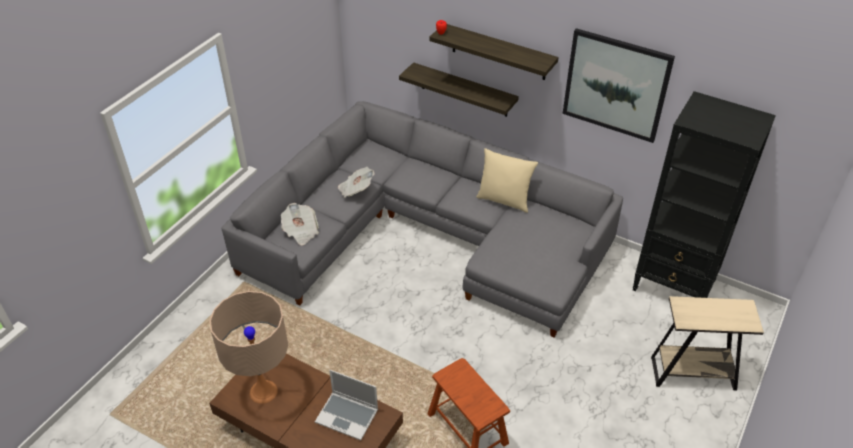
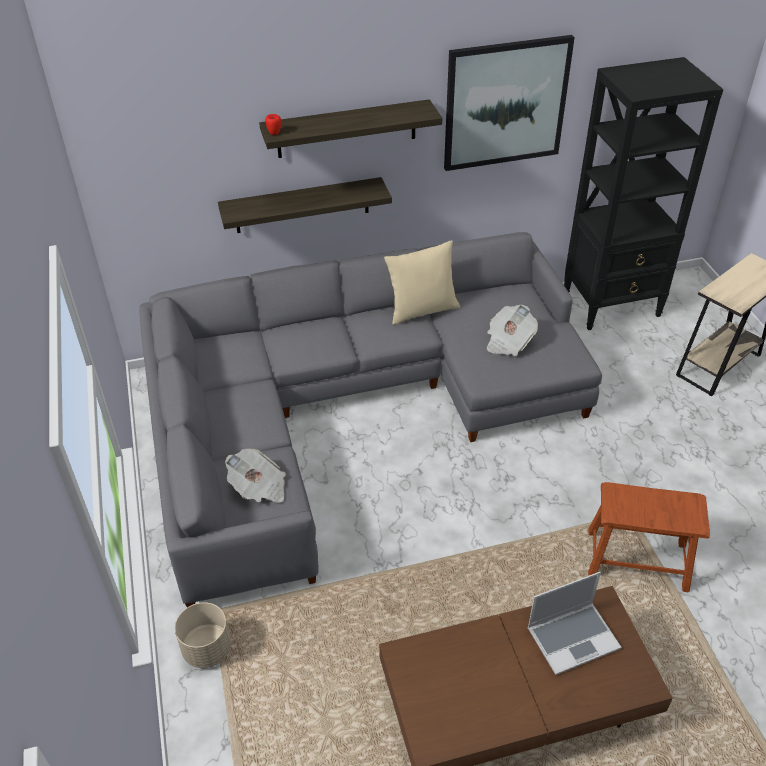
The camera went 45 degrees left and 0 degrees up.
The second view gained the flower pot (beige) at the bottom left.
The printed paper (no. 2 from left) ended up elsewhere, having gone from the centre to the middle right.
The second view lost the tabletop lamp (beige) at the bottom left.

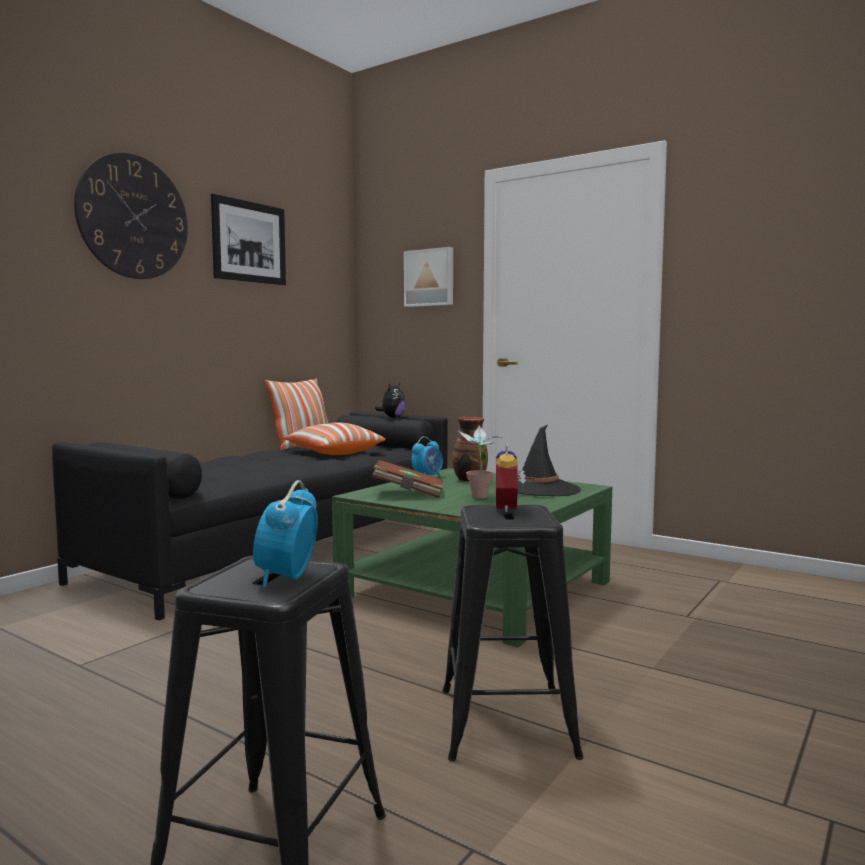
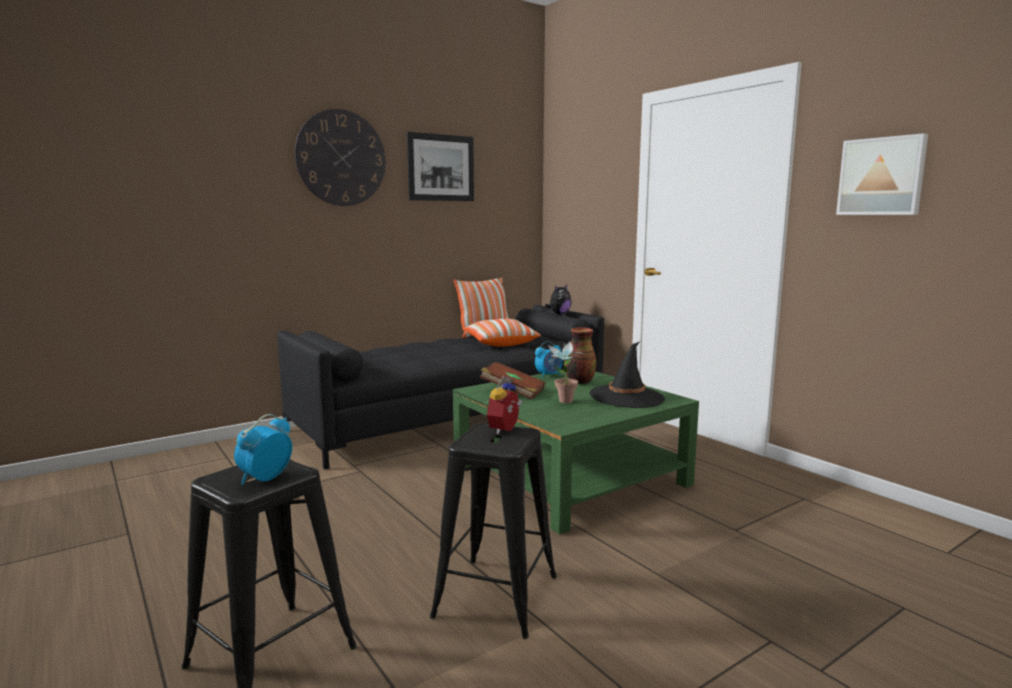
The camera went 20 degrees right and 5 degrees up.
The wall picture (no. 2 from left) ended up elsewhere, having gone from the top centre to the top right.

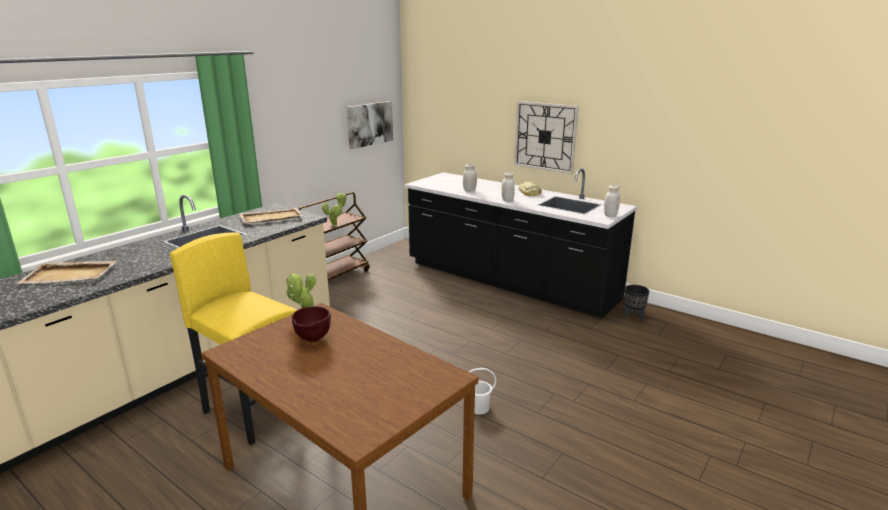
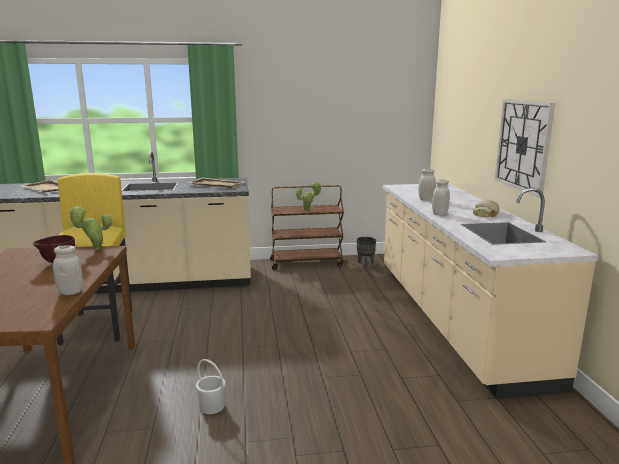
The camera went 45 degrees right and 5 degrees down.
The jar (white-coloured) (no. 3 from left in the first image) ended up elsewhere, having gone from the middle right to the middle left.
The flower pot (blackish) ended up elsewhere, having gone from the middle right to the centre.
What was the counter (blackish) at the centre turned into the counter (beige) (no. 2 from left) at the middle right.
The second view lost the wall picture at the top centre.

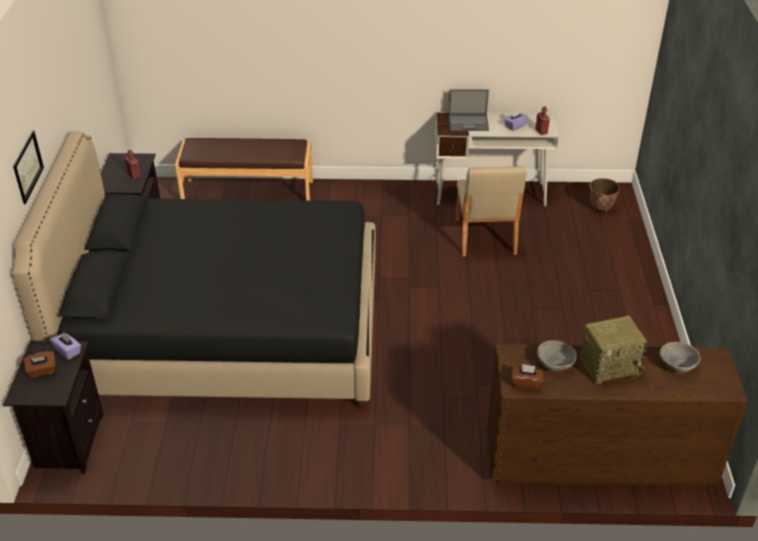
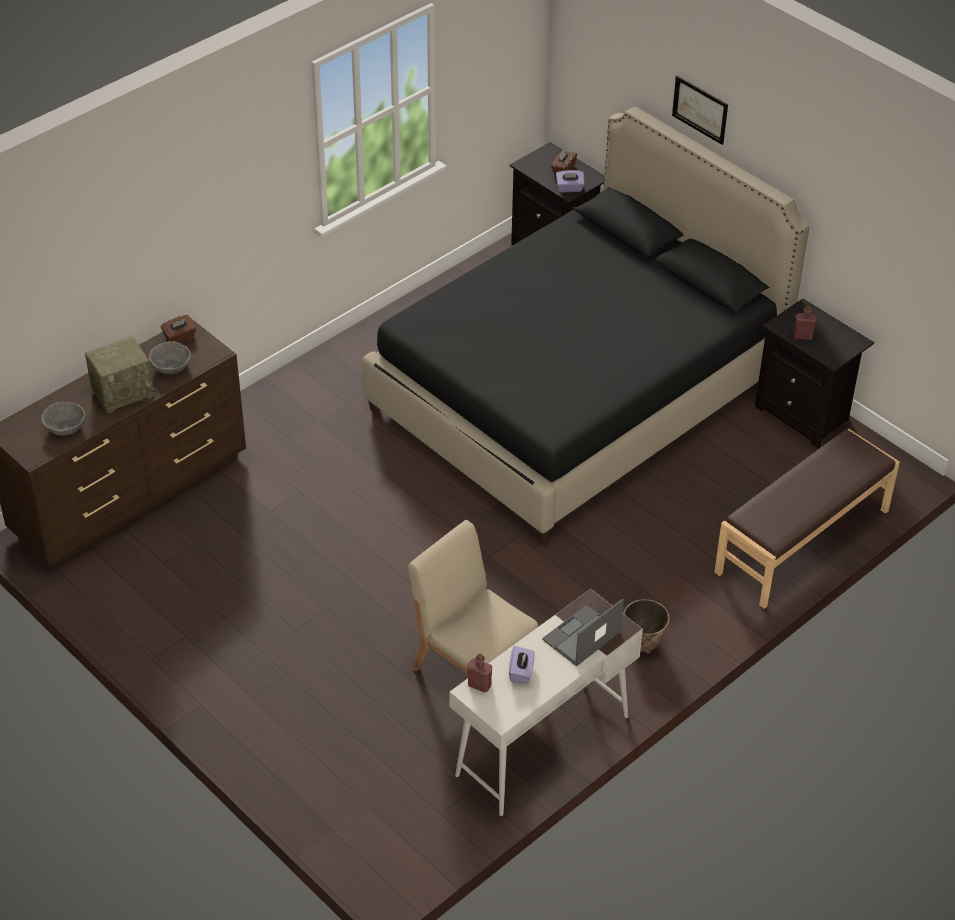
The camera went 135 degrees right and 5 degrees up.
The radio at the middle right ended up facing another way, 150 degrees counterclockwise from before.
The flower pot ended up elsewhere, having gone from the middle right to the bottom right.

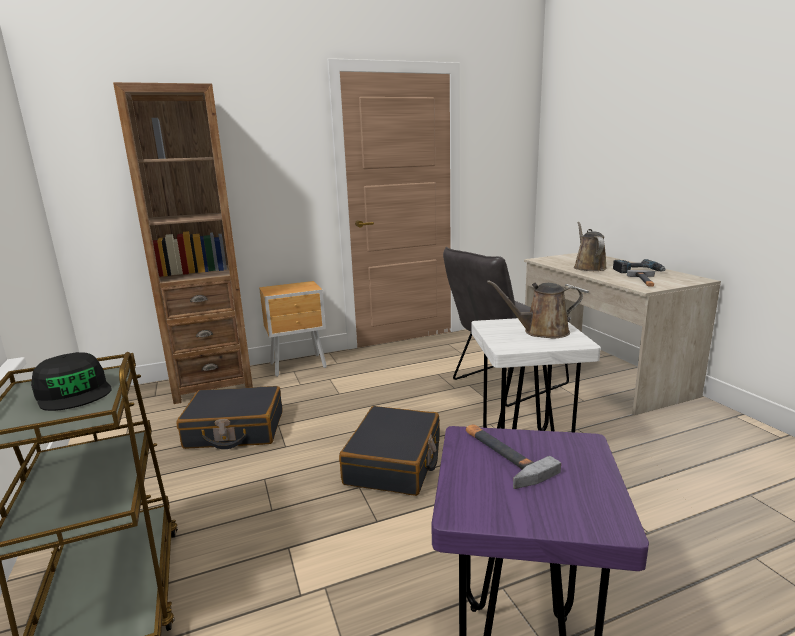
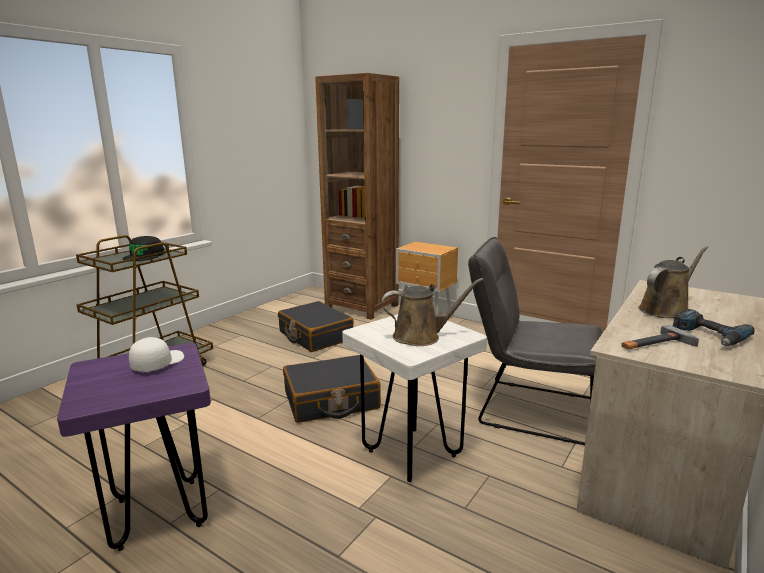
The camera went 55 degrees right and 0 degrees up.
Where the hammer (no. 1 from left) stood at the bottom centre, the baseball cap (white-coloured) came to stand at the middle left.
The sprinkling can (brown-coloured) (no. 1 from left) at the middle right ended up facing another way, 120 degrees clockwise from before.

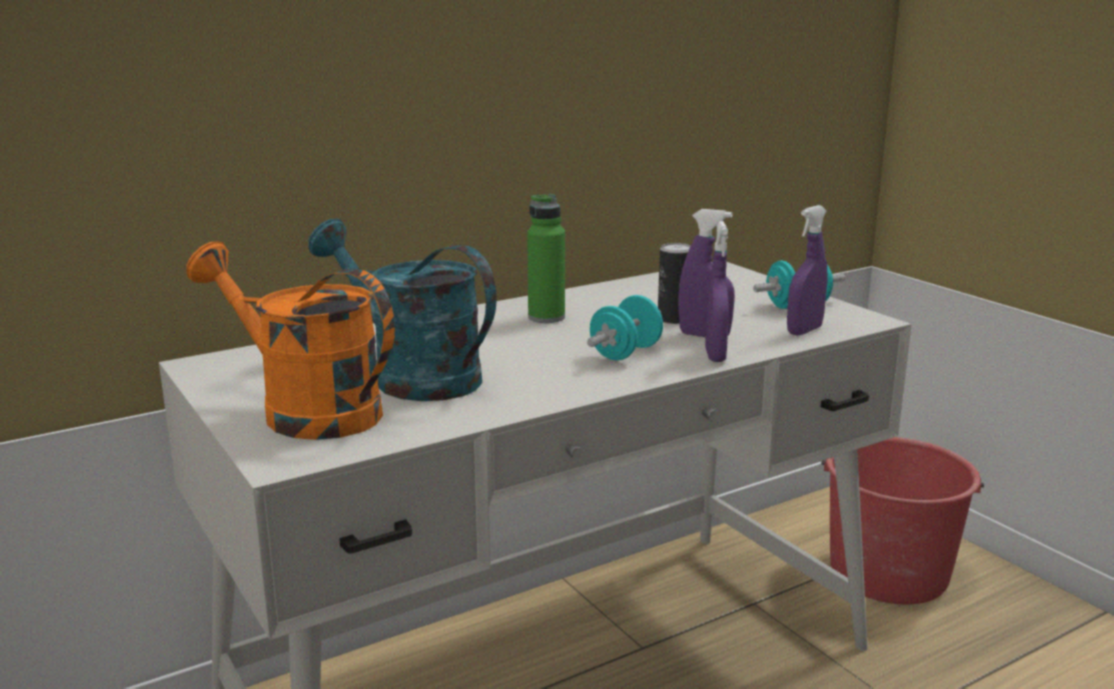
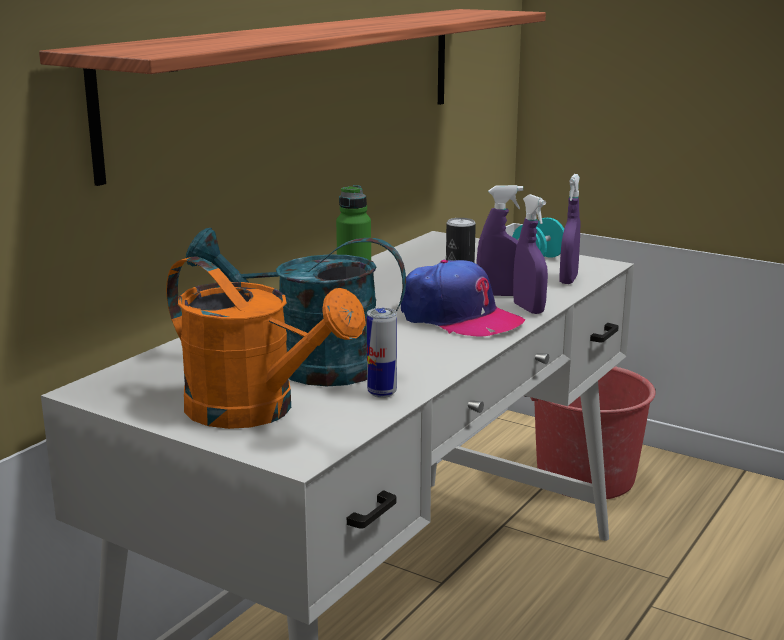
The camera went 25 degrees left and 0 degrees up.
The second view gained the bracket shelf at the top centre.
The sprinkling can (orange) at the middle left ended up facing another way, 150 degrees counterclockwise from before.
The second view gained the can (no. 1 from left) at the centre.
Where the dumbbell (blue-green) (no. 1 from left) stood at the centre, the baseball cap came to stand at the centre.

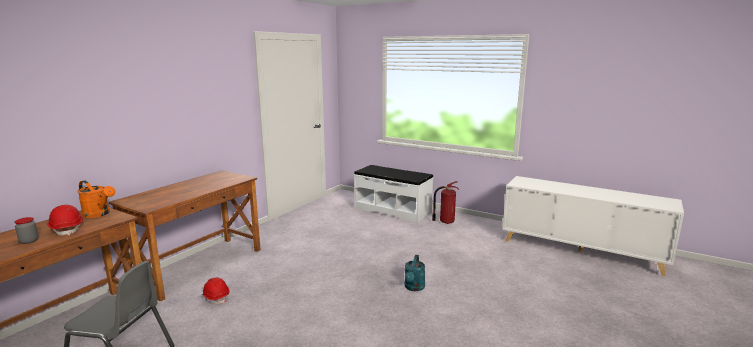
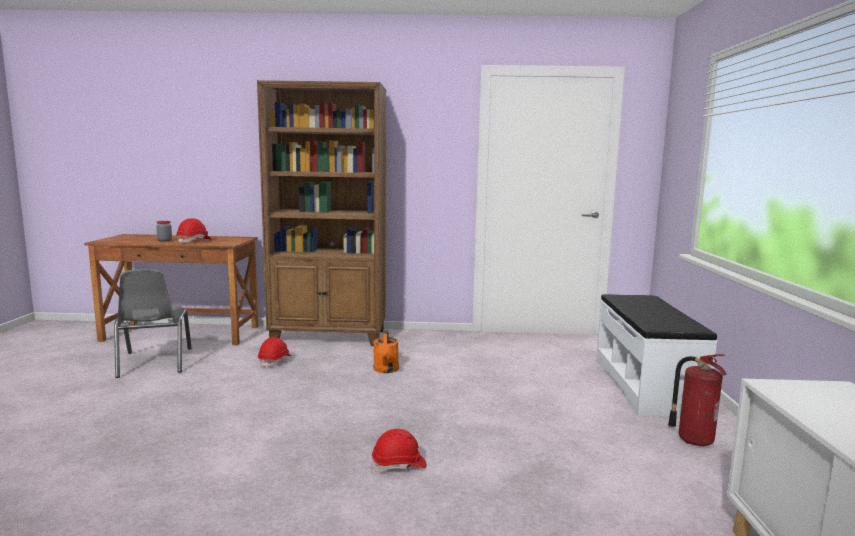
The camera went 60 degrees right and 5 degrees down.
Where the desk (brown-coloured) (no. 2 from left) stood at the bottom left, the bookshelf (brown-coloured) came to stand at the centre.
Where the sprinkling can (blue-green) stood at the bottom centre, the hard hat (red) (no. 3 from left) came to stand at the bottom centre.
The sprinkling can (orange) ended up elsewhere, having gone from the middle left to the centre.

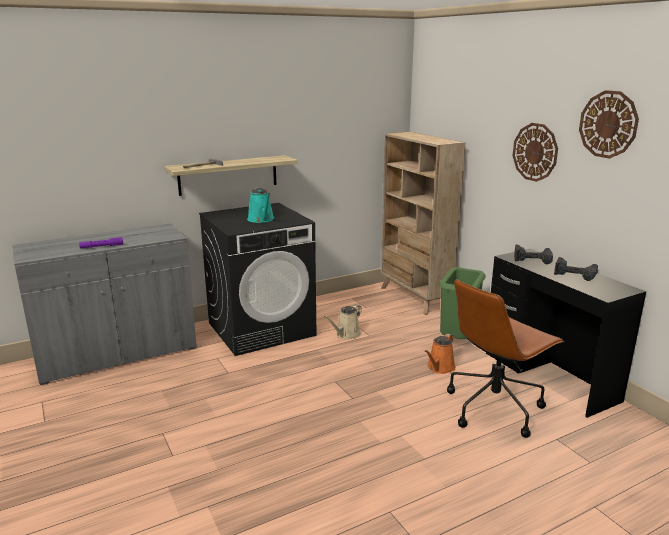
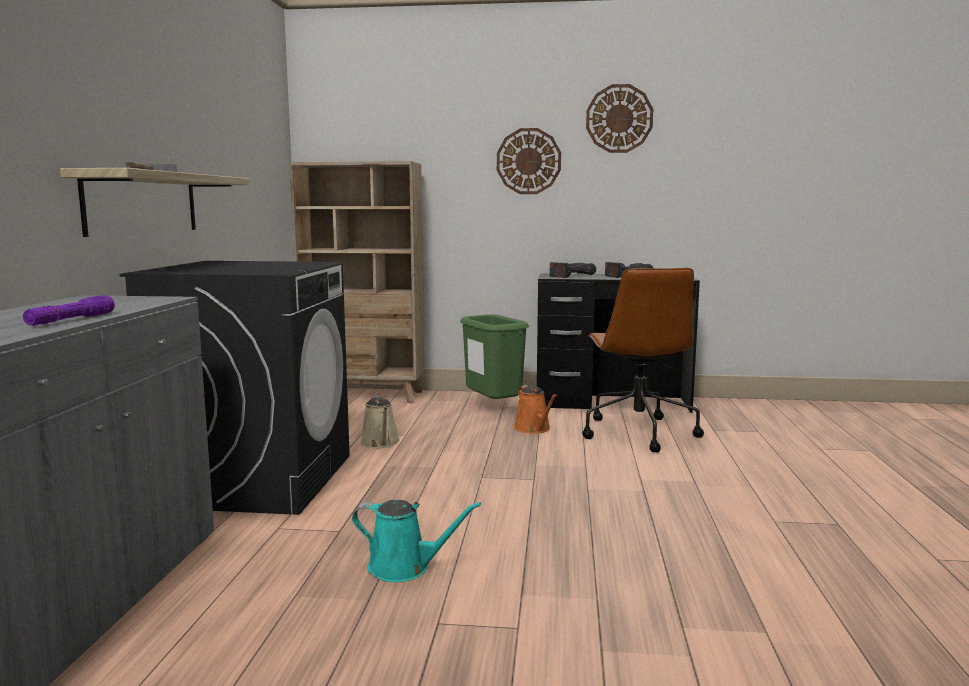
The camera went 55 degrees left and 10 degrees down.
The sprinkling can (blue-green) ended up elsewhere, having gone from the centre to the bottom centre.

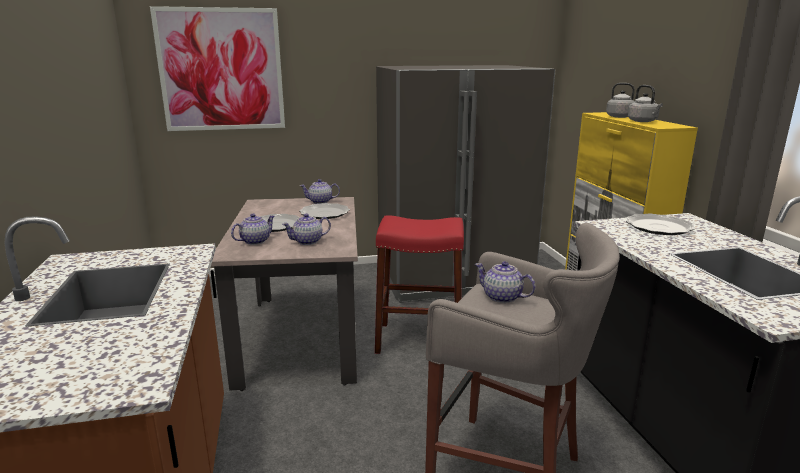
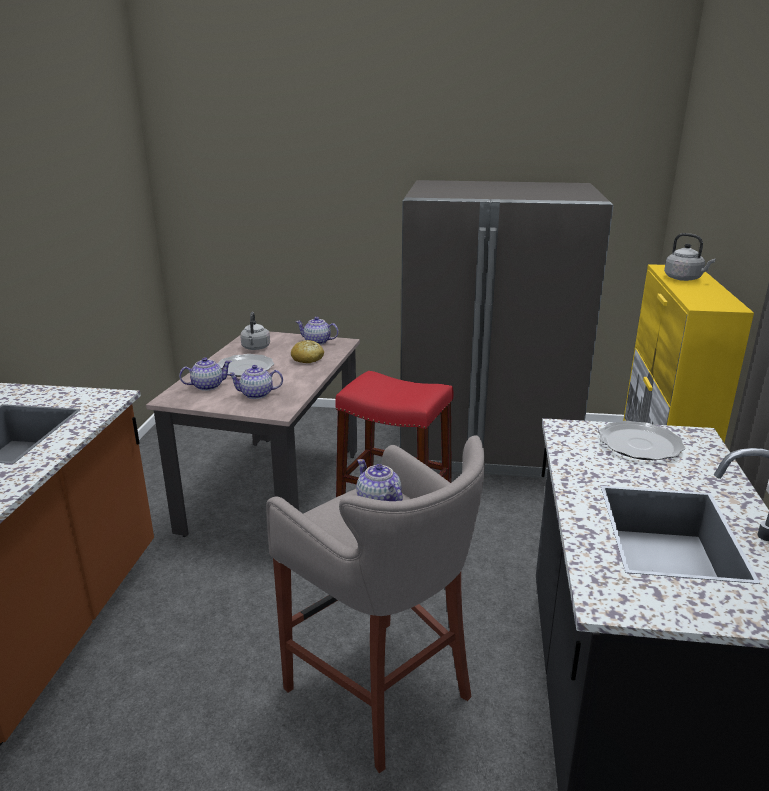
The camera went 20 degrees right and 5 degrees up.
The water kettle (grey) (no. 2 from left in the first image) ended up elsewhere, having gone from the top right to the middle left.
Where the flat dish (no. 2 from left) stood at the centre, the bakery bread came to stand at the centre.
The second view lost the wall picture at the top left.

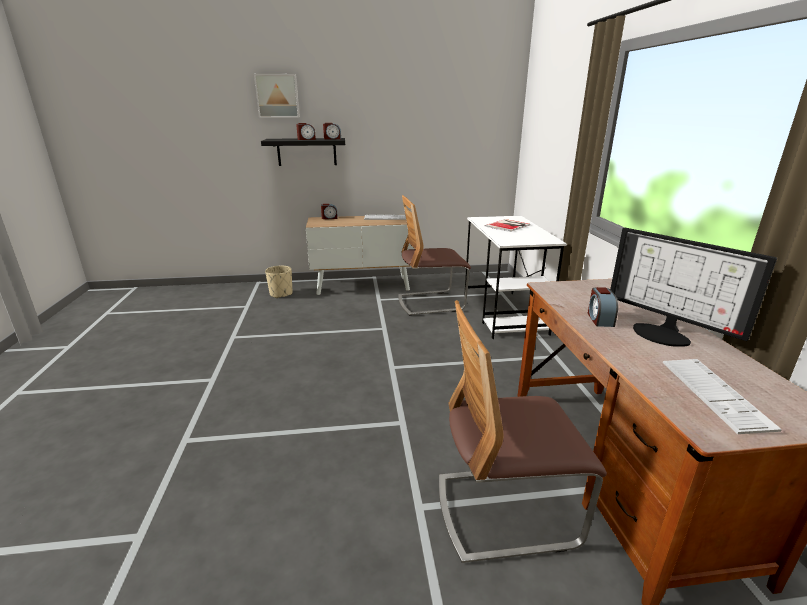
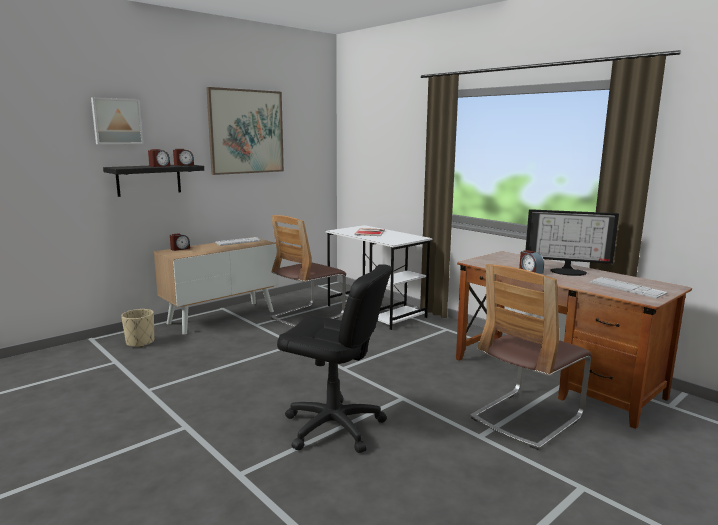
The camera went 35 degrees left and 10 degrees down.
The second view gained the wall picture (no. 2 from left) at the top centre.
The second view gained the desk chair (blackish) at the bottom centre.

